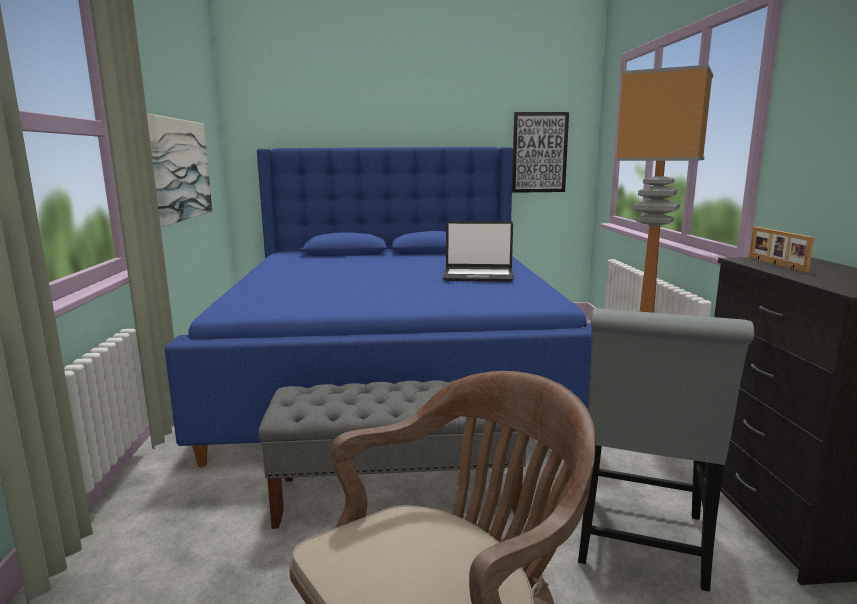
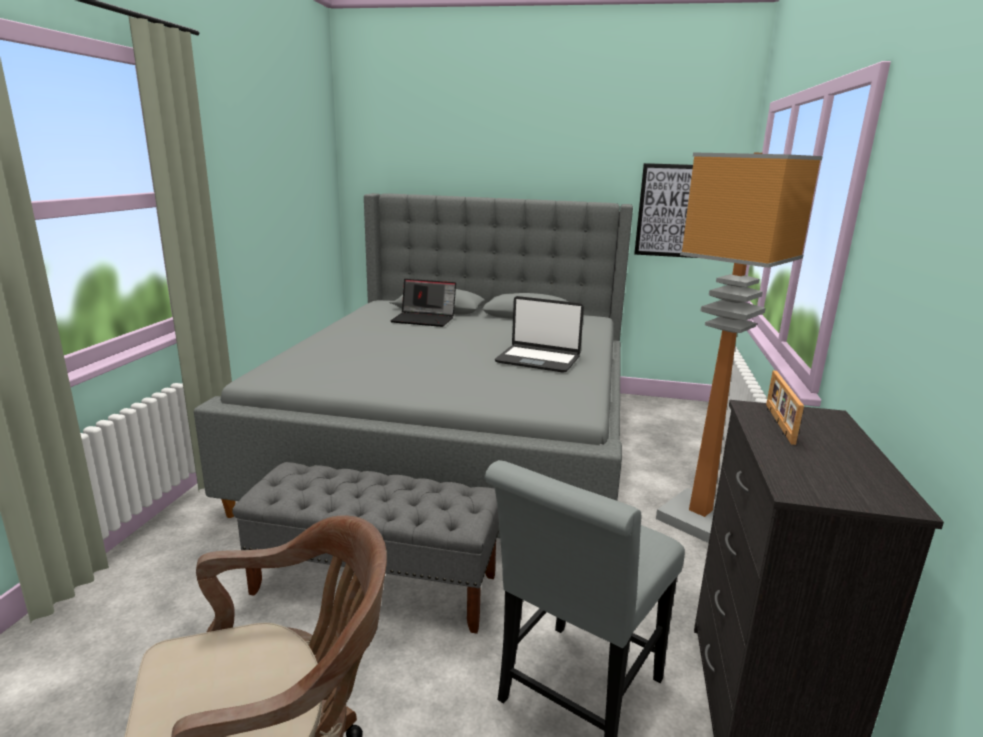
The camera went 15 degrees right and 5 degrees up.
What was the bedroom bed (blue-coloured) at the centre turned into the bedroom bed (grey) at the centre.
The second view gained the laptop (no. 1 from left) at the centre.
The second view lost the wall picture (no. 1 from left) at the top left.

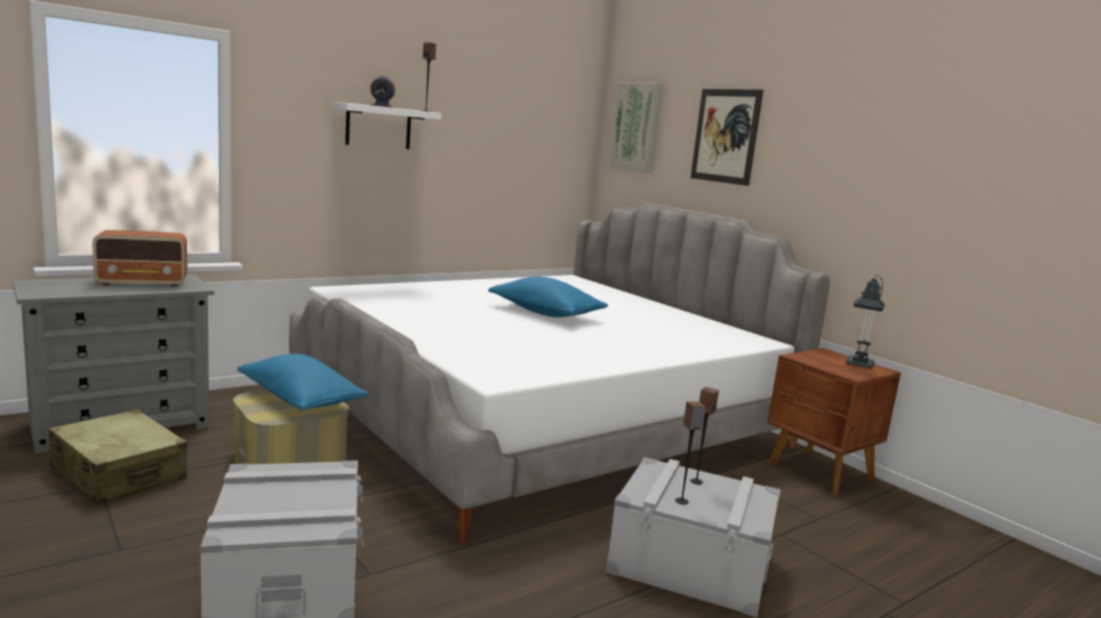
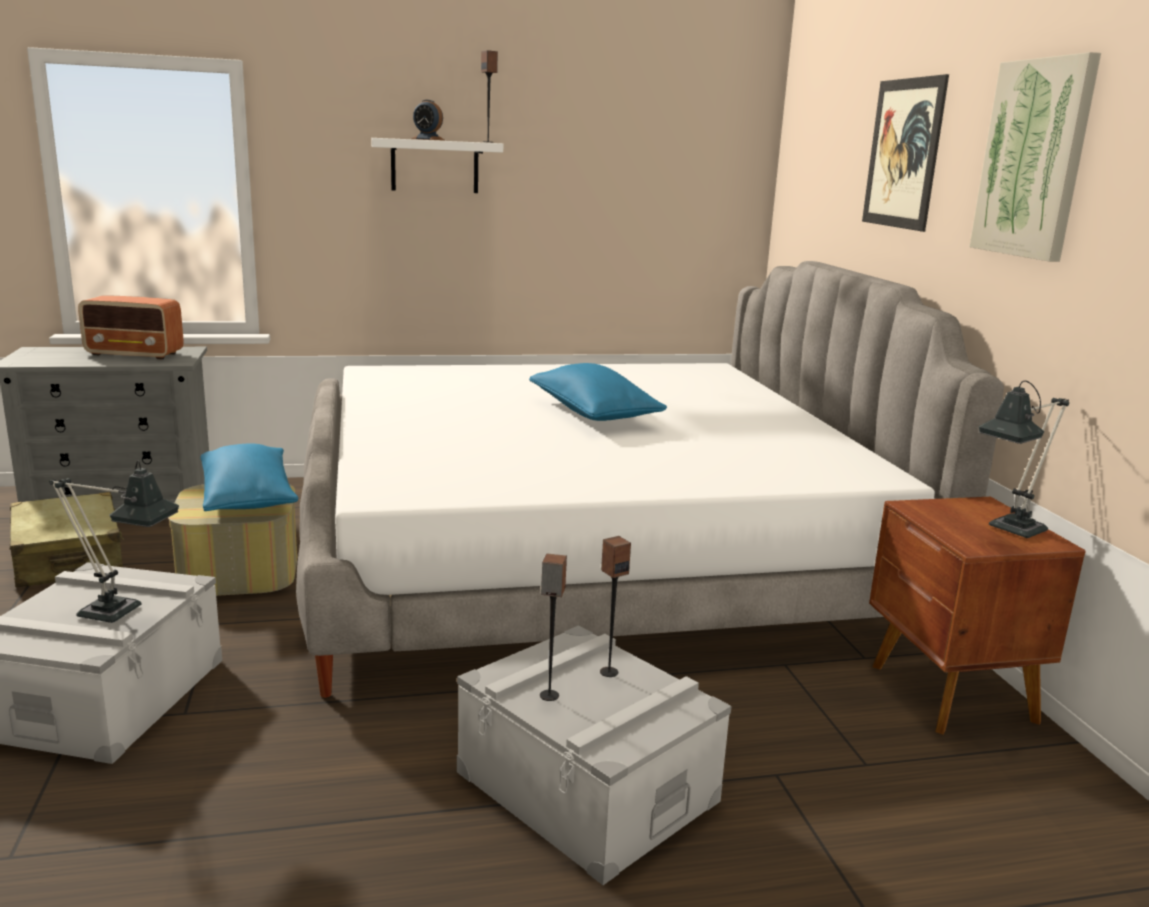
The camera went 25 degrees right and 5 degrees up.
The second view gained the tabletop lamp (no. 1 from left) at the middle left.
The wall picture (no. 1 from left in the first image) ended up elsewhere, having gone from the top centre to the top right.

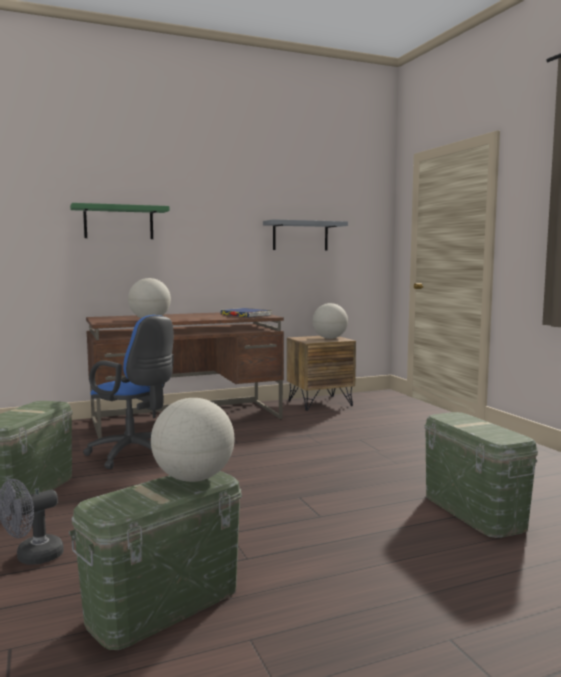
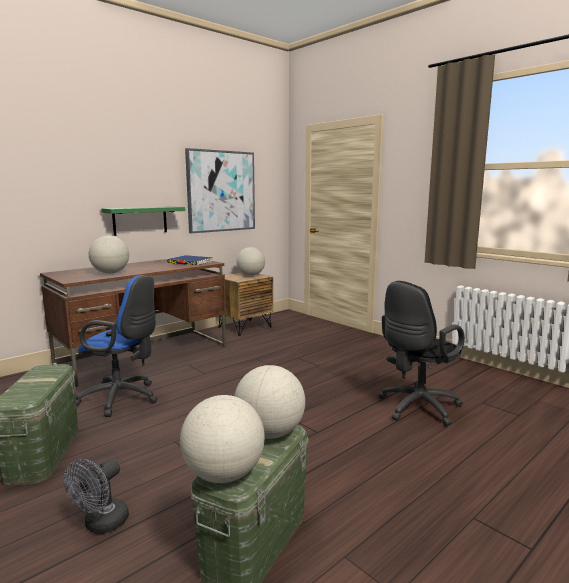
The camera went 20 degrees left and 5 degrees up.
The bracket shelf (green-coloured) ended up elsewhere, having gone from the top left to the middle left.
The second view gained the globe (no. 2 from left) at the bottom centre.
Where the bracket shelf (grey) hung at the centre, the wall picture came to hang at the top centre.
Where the storage bin (green-coloured) (no. 3 from left) stood at the bottom right, the desk chair (blackish) came to stand at the middle right.

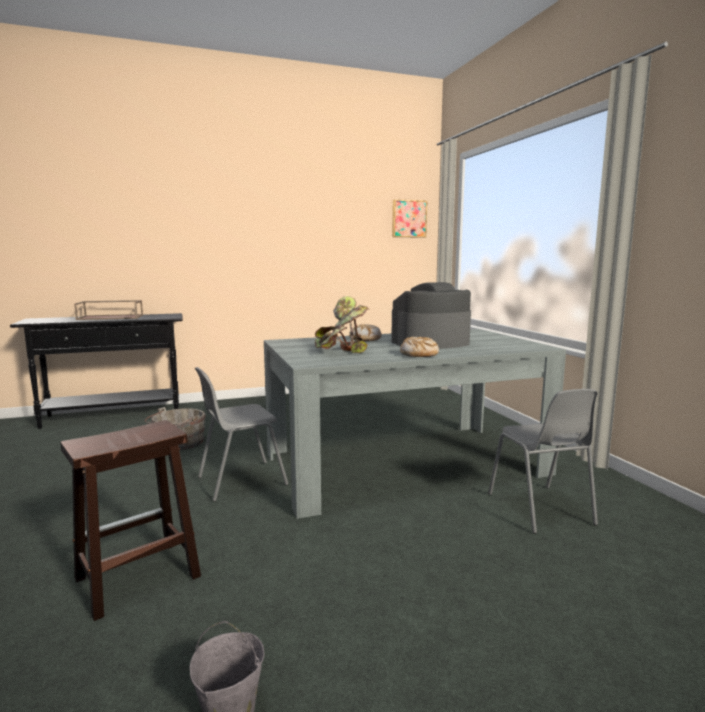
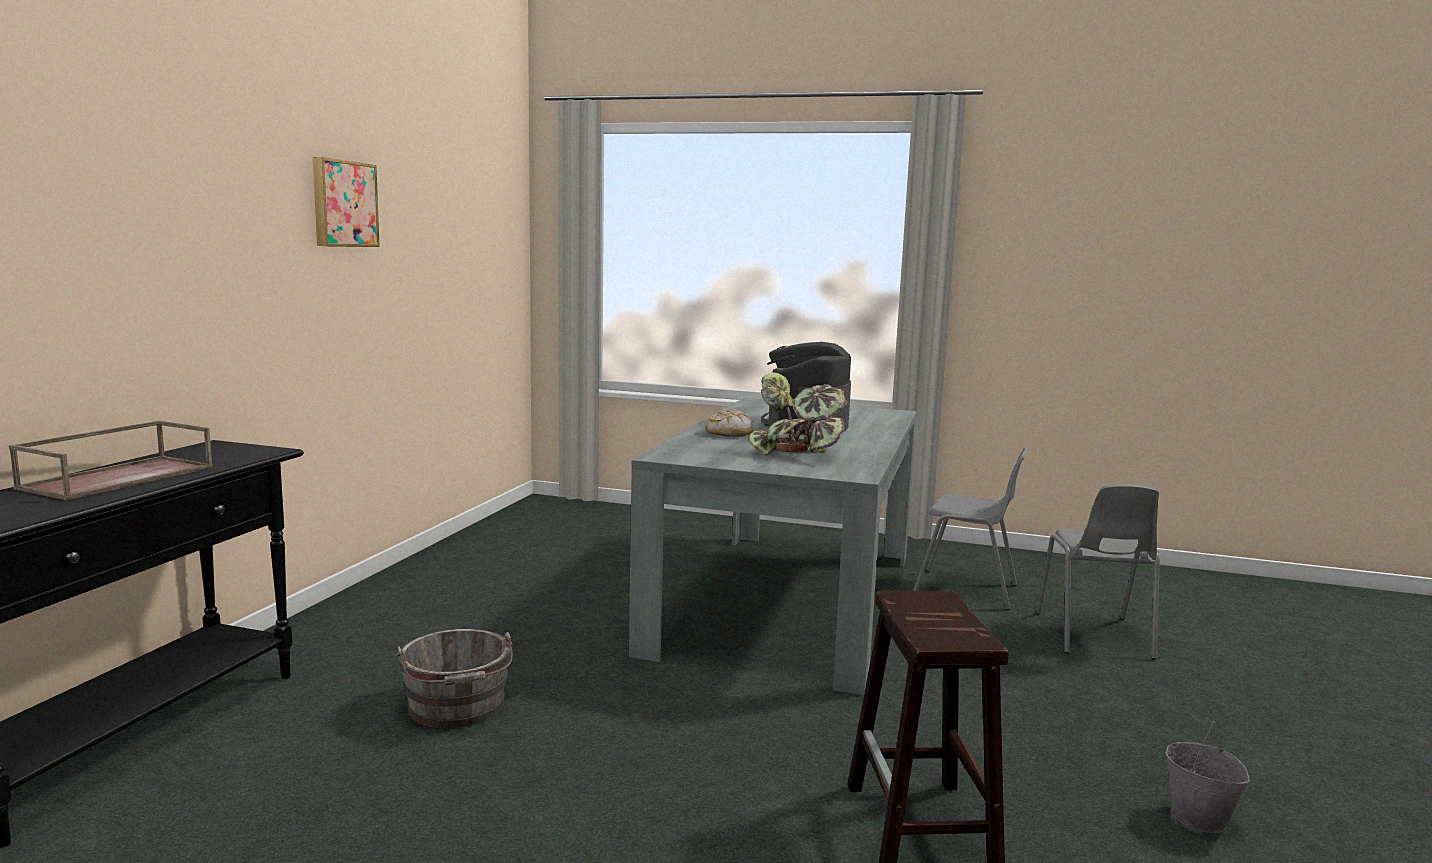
The camera went 55 degrees left and 0 degrees up.
The wall picture ended up elsewhere, having gone from the top centre to the top left.
The plain chair (grey) (no. 1 from left in the first image) ended up elsewhere, having gone from the centre to the middle right.
The second view lost the bakery bread (no. 2 from left) at the centre.

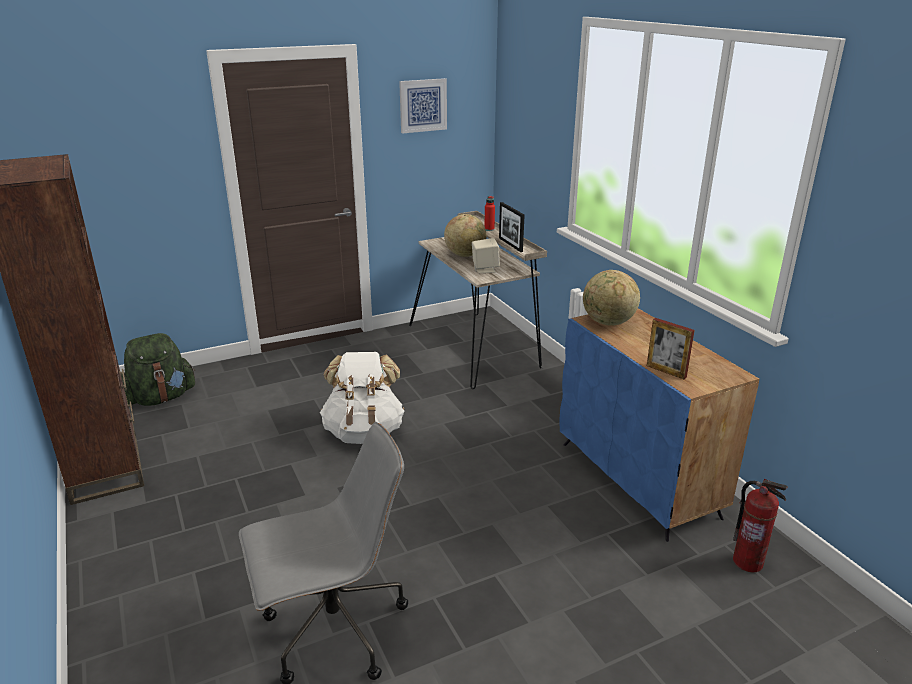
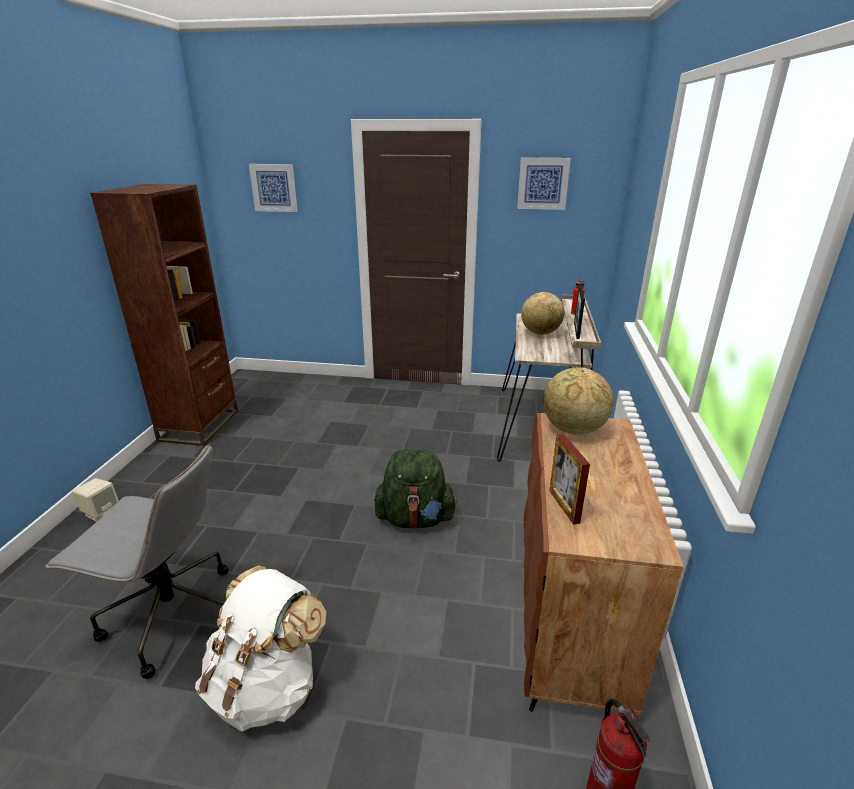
The camera went 35 degrees right and 0 degrees up.
The loudspeaker (beige) ended up elsewhere, having gone from the centre to the middle left.
The knapsack (white-coloured) ended up elsewhere, having gone from the centre to the bottom left.
The second view gained the wall picture (no. 1 from left) at the top left.
The knapsack (green-coloured) ended up elsewhere, having gone from the middle left to the centre.
What was the storage cabinet (blue-coloured) at the middle right turned into the storage cabinet (brown-coloured) at the bottom right.

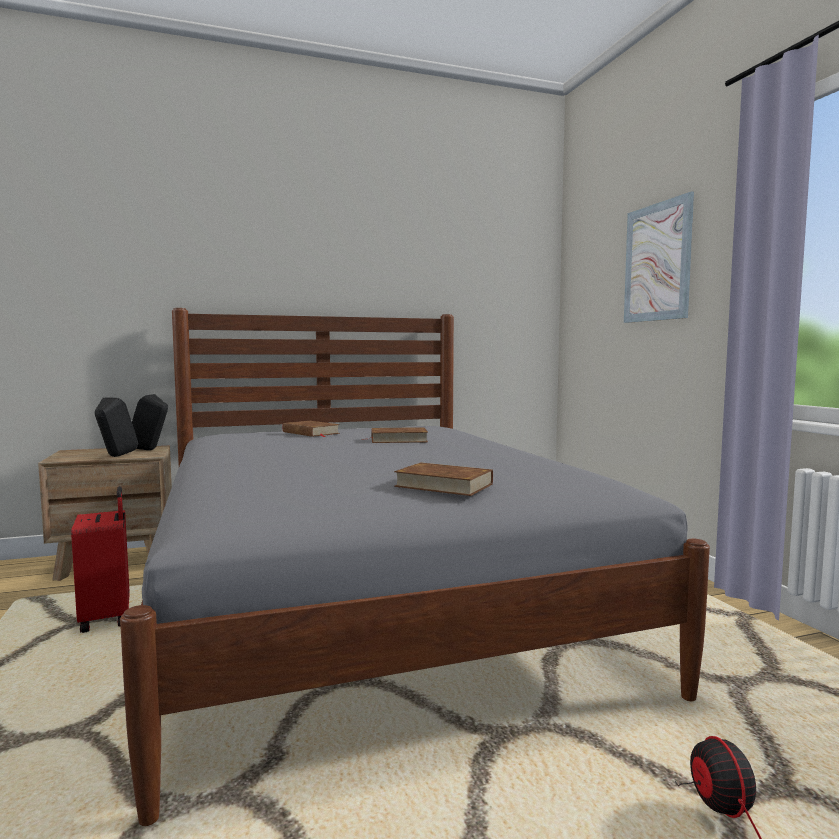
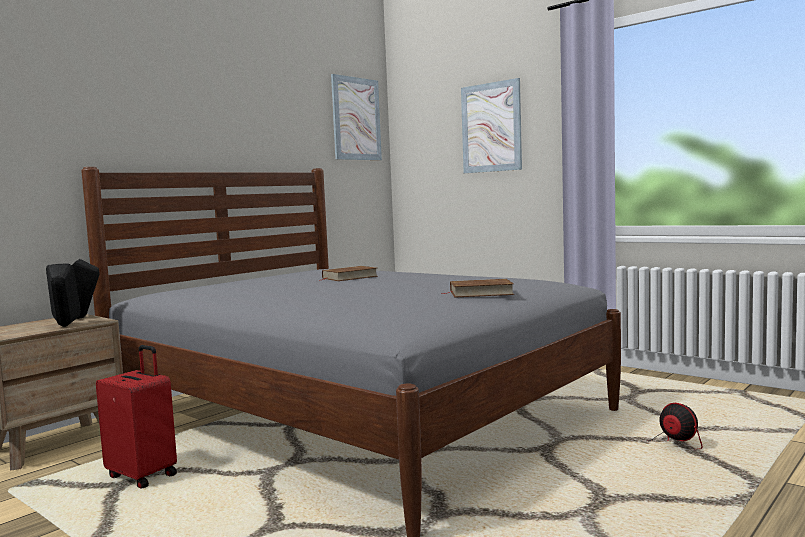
The camera went 30 degrees left and 0 degrees up.
The second view gained the wall picture (no. 1 from left) at the top centre.
The second view lost the volume (brown-coloured) (no. 1 from left) at the centre.

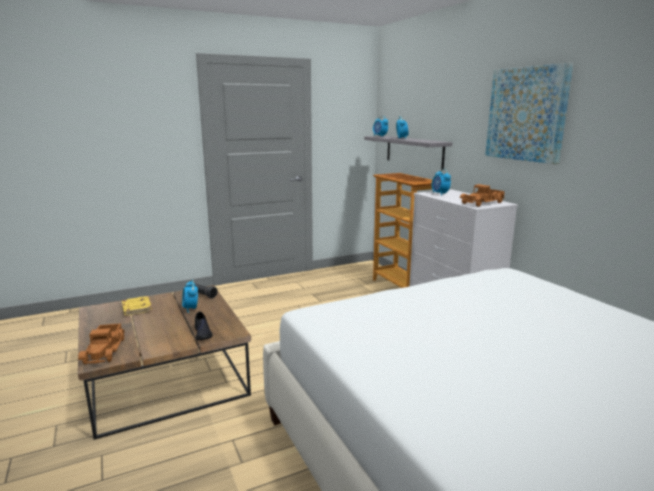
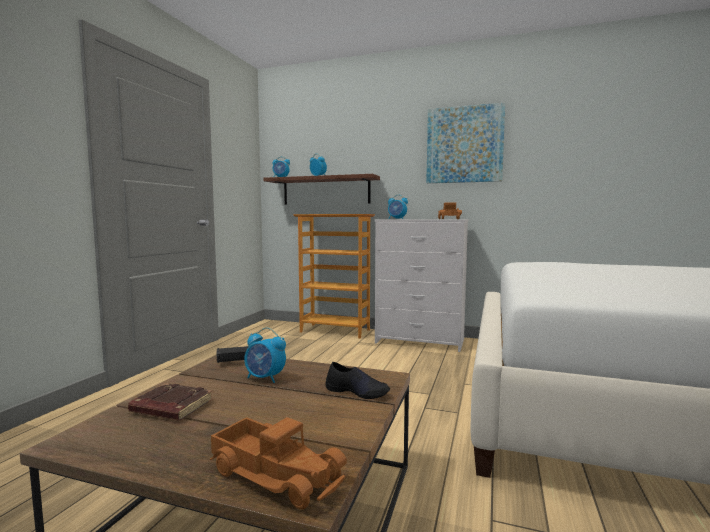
The camera went 45 degrees left and 10 degrees down.
What was the volume (yellow-coloured) at the middle left turned into the volume (brown-coloured) at the bottom left.
What was the bracket shelf (grey) at the top centre turned into the bracket shelf (brown-coloured) at the centre.

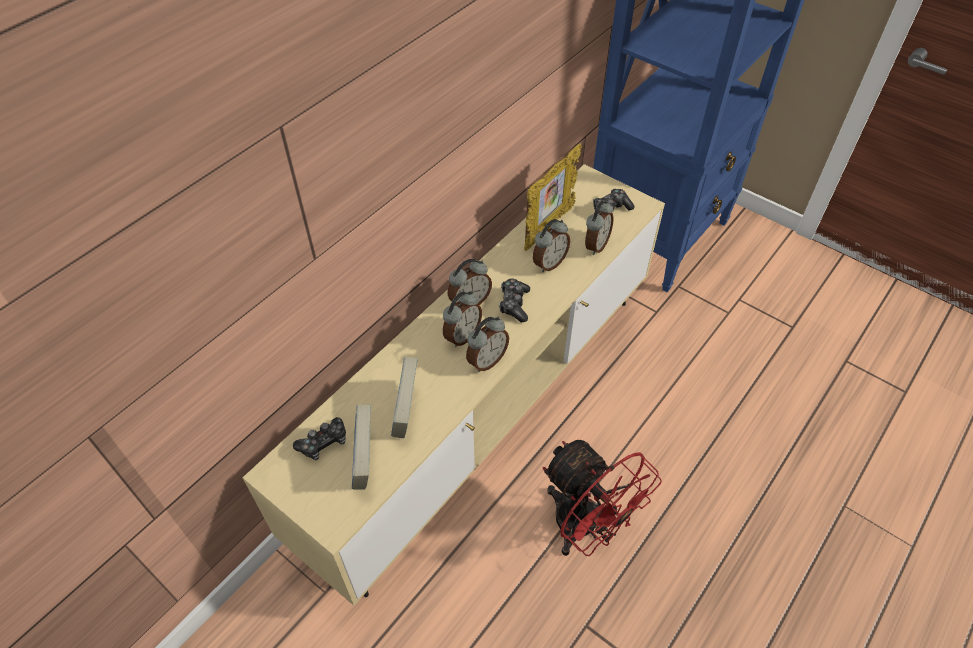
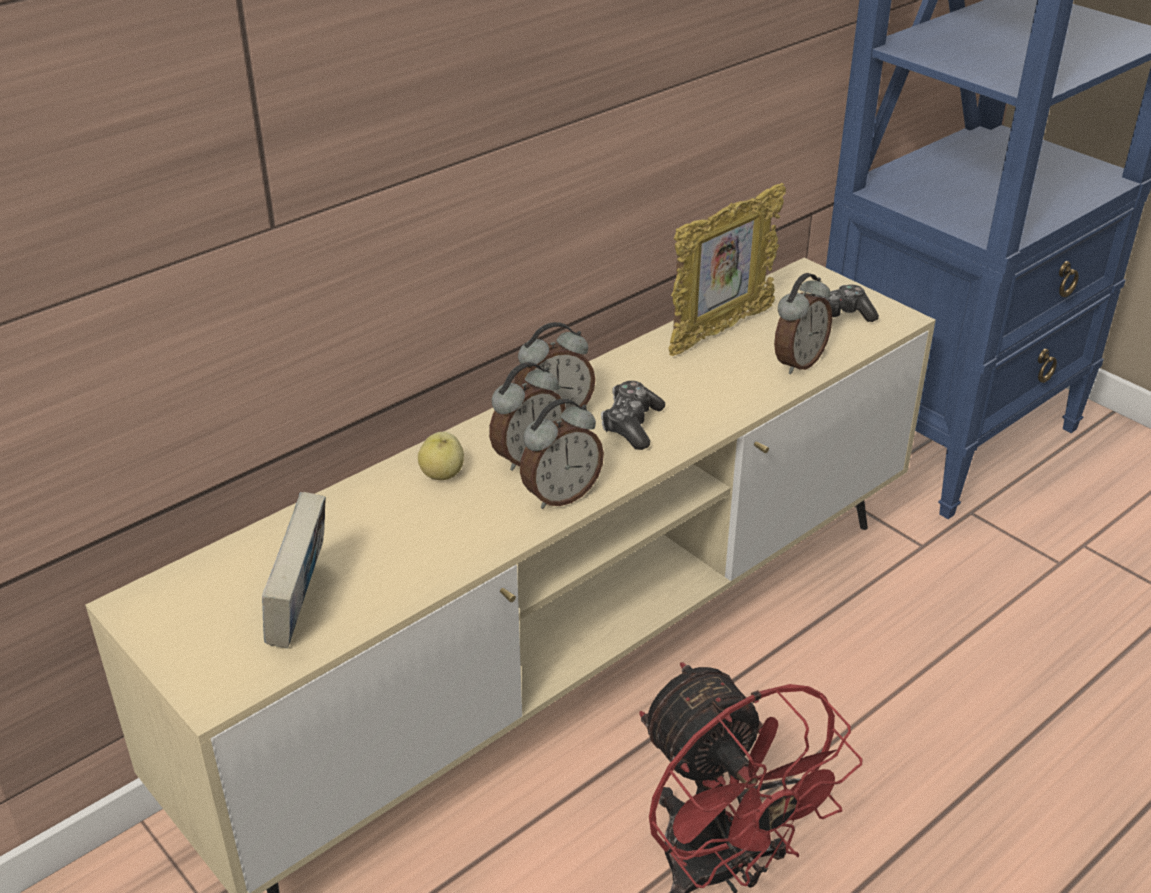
The camera went 10 degrees right and 15 degrees down.
The second view gained the apple fruit at the centre.
The second view lost the gamepad (no. 1 from left) at the bottom left.
The second view lost the volume (no. 2 from left) at the centre.
The second view lost the alarm clock (no. 4 from left) at the centre.

